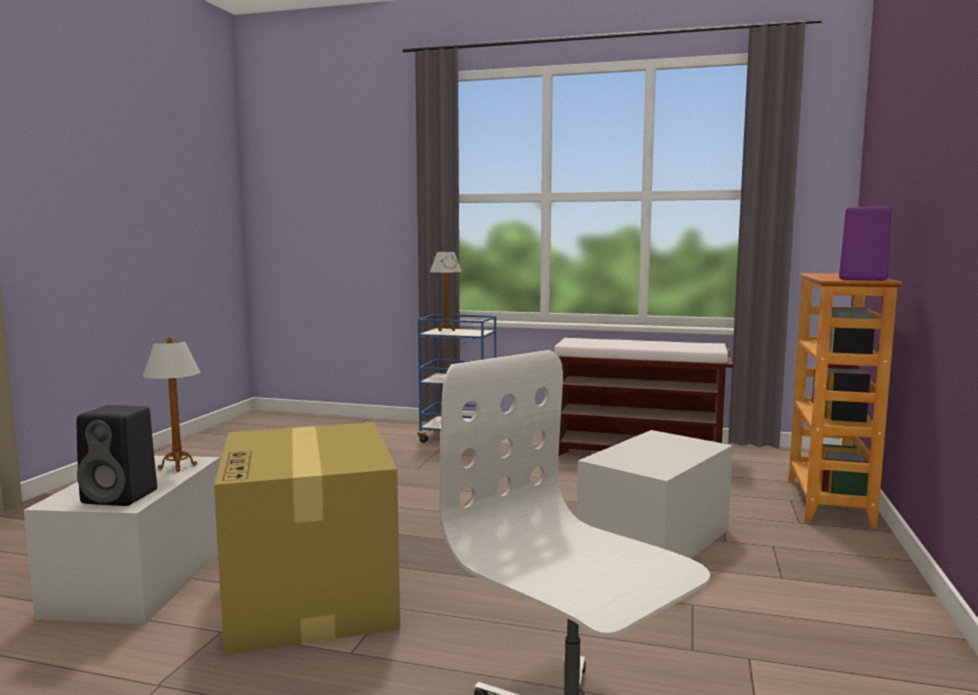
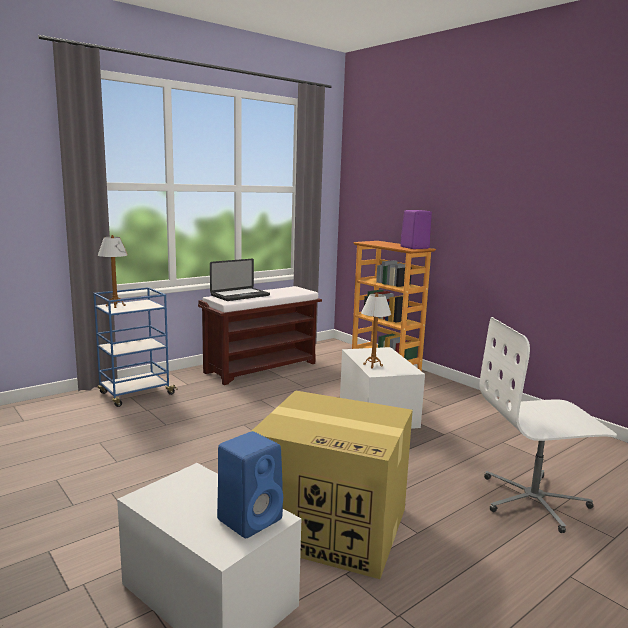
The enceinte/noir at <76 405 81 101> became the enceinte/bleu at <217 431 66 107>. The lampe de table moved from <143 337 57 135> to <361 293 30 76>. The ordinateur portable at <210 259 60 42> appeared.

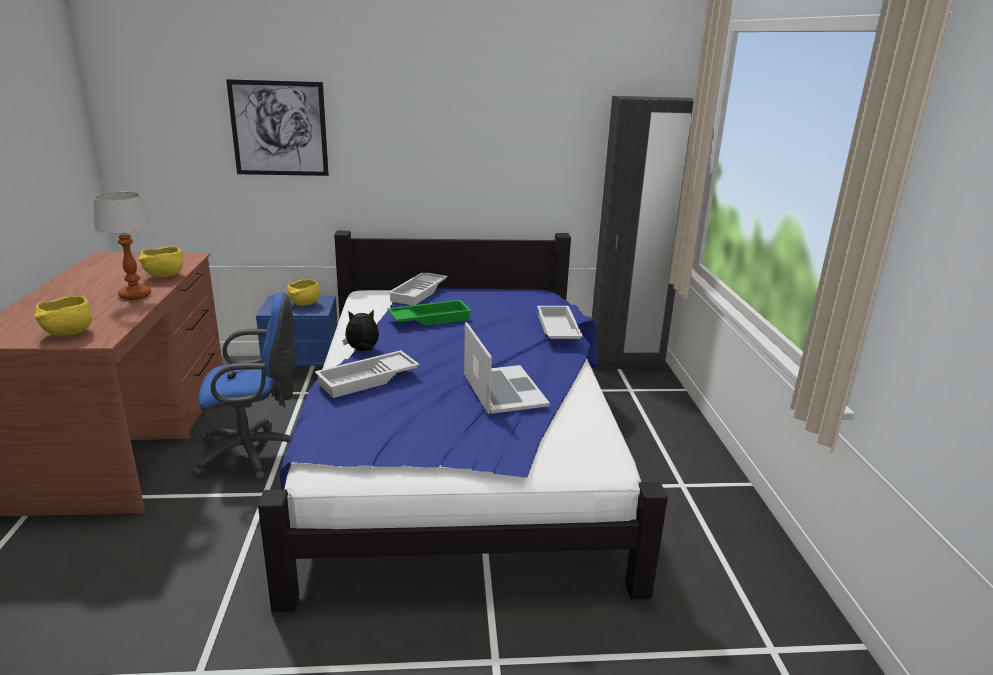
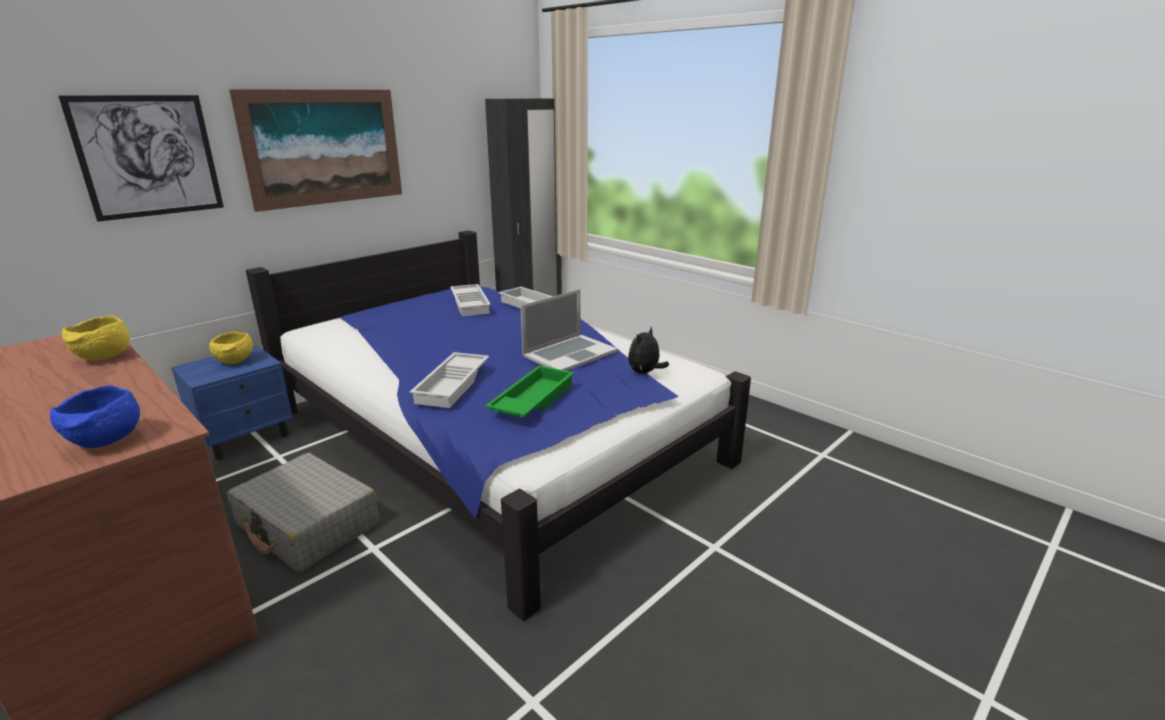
The bol/jaune at <34 296 58 40> became the bol/bleu at <50 385 90 63>. The lampe de table at <94 192 57 108> disappeared. The chaise de bureau/bleu at <192 292 104 189> was replaced by the valise/gris at <227 453 152 119>. The peluche moved from <343 310 36 41> to <628 327 41 47>. The plateau/vert moved from <387 300 85 26> to <485 365 89 53>. The plateau/blanc moved from <388 273 60 32> to <450 284 41 32>. The ordinateur portable at <464 322 86 92> turned 105 degrees clockwise. The tableau at <229 89 173 123> appeared.

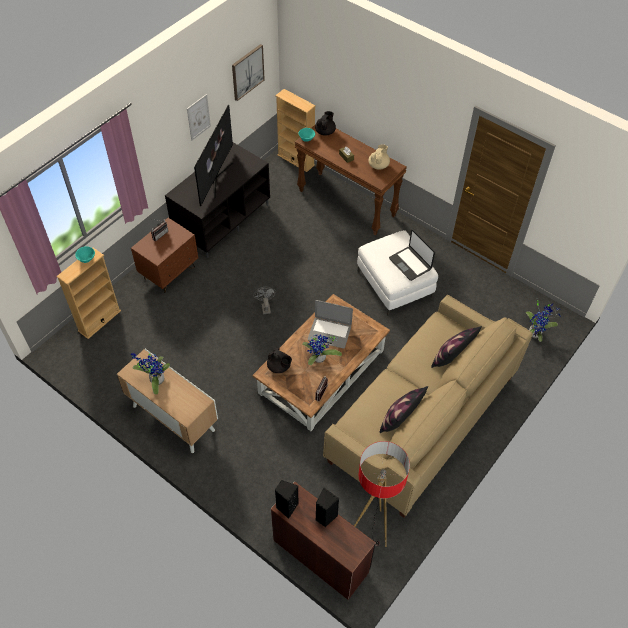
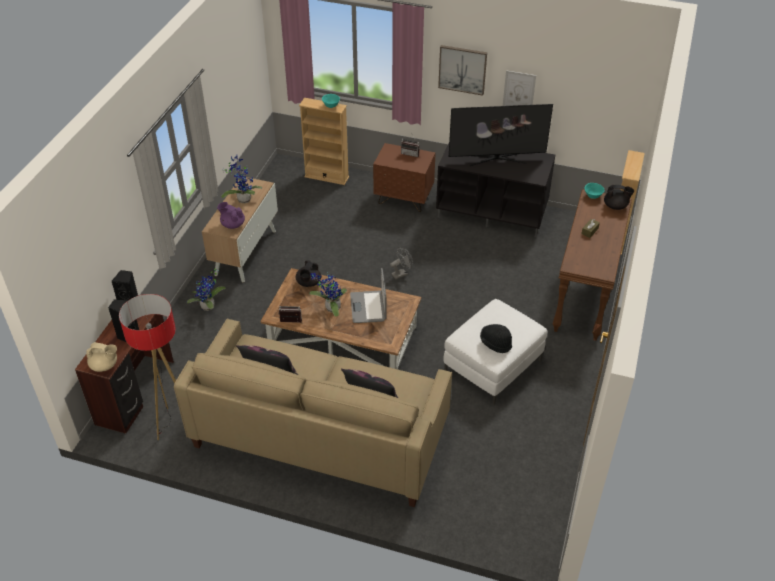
The tableau moved from <232 44 33 57> to <438 45 49 51>. The théière/beige moved from <368 144 22 26> to <86 342 31 30>. The ordinateur portable at <389 229 46 52> was replaced by the chapeau/noir at <480 324 32 29>. The plante en pot moved from <526 300 35 42> to <187 267 39 44>. The théière/violet at <217 202 28 27> appeared.

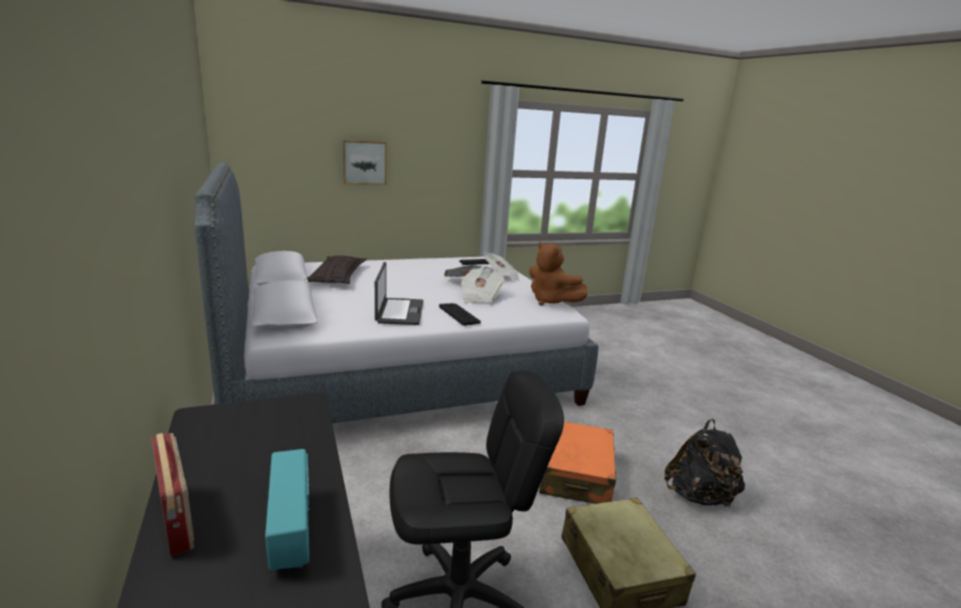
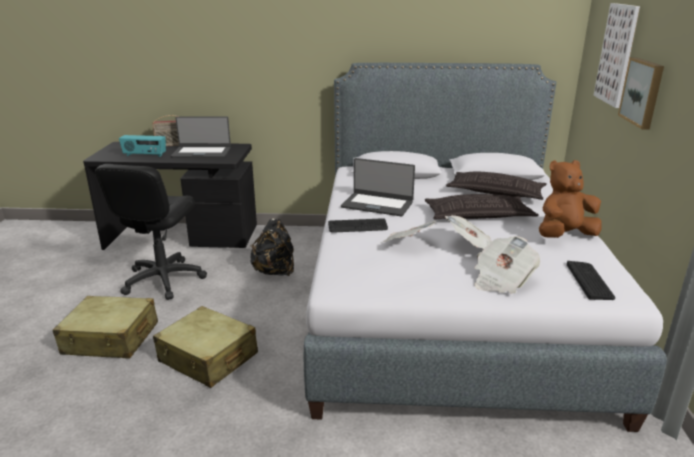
The peluche/marron moved from <529 242 58 64> to <539 160 63 78>. The valise/orange at <539 422 78 82> became the valise/beige at <153 306 105 82>. The sac à dos/noir moved from <664 419 81 89> to <250 218 44 58>. The ordinateur portable at <171 117 60 41> appeared. The coussin at <425 194 114 25> appeared. The tableau at <593 3 47 105> appeared.

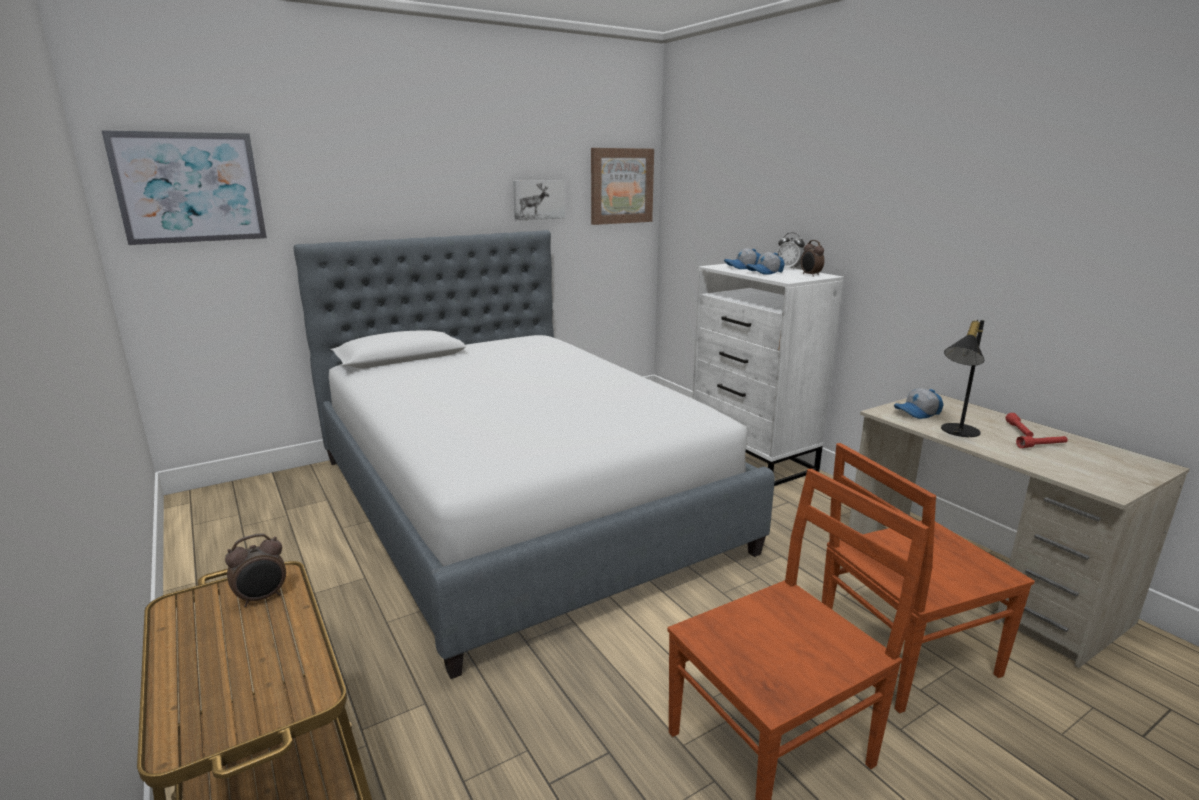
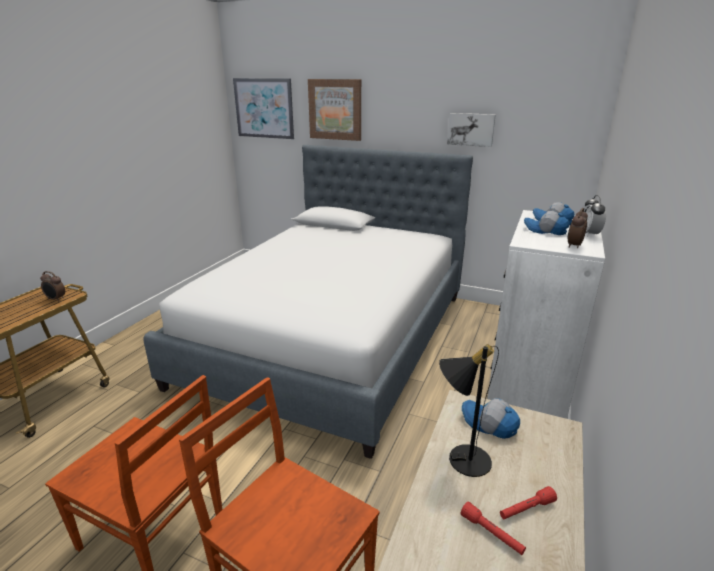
The tableau moved from <591 148 63 77> to <308 79 53 62>.

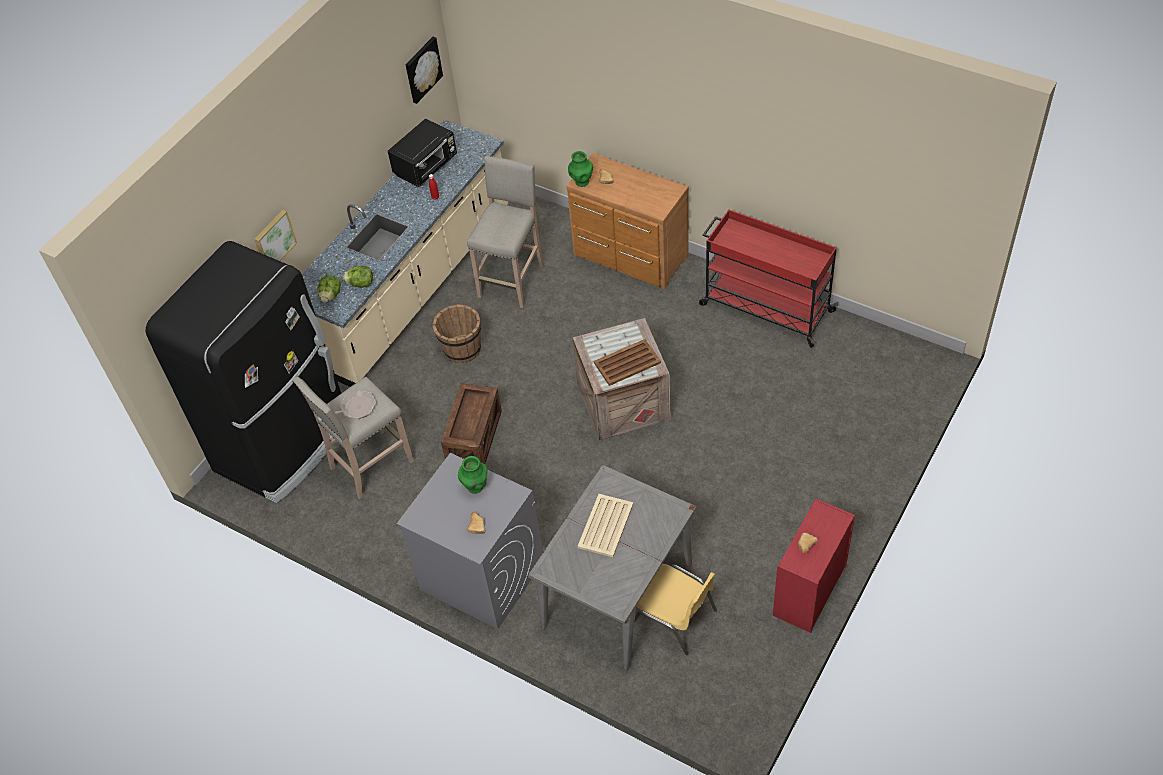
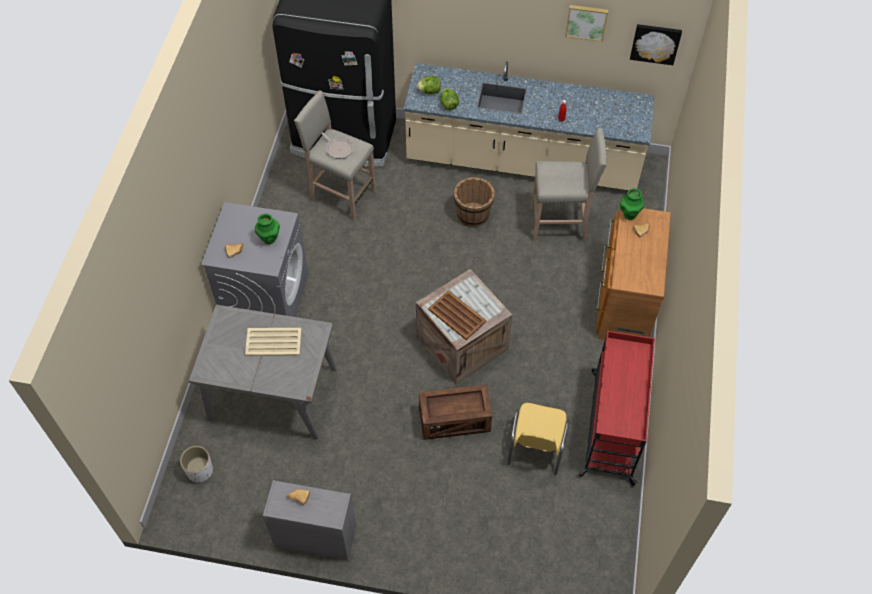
The tableau moved from <254 210 43 51> to <565 5 43 37>. The micro-ondes/noir at <388 118 69 69> disappeared. The caisse moved from <441 383 61 81> to <419 385 73 55>. The chaise/jaune moved from <635 564 82 91> to <507 403 63 72>. The commode/rouge at <773 498 82 135> became the commode/gris at <263 480 93 81>. The cache-pot/blanc at <180 446 33 37> appeared.

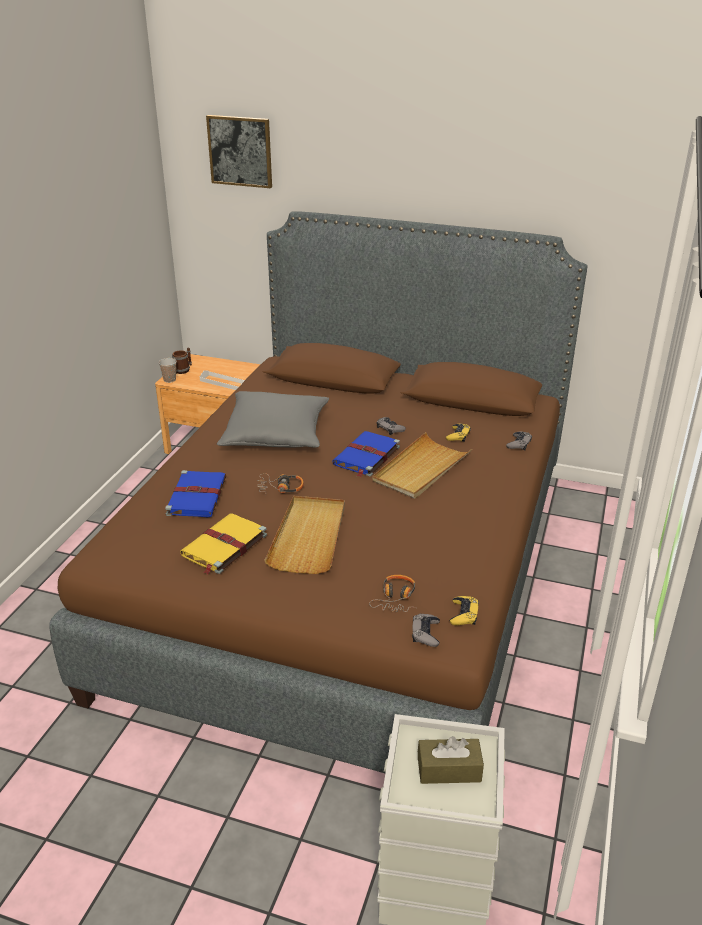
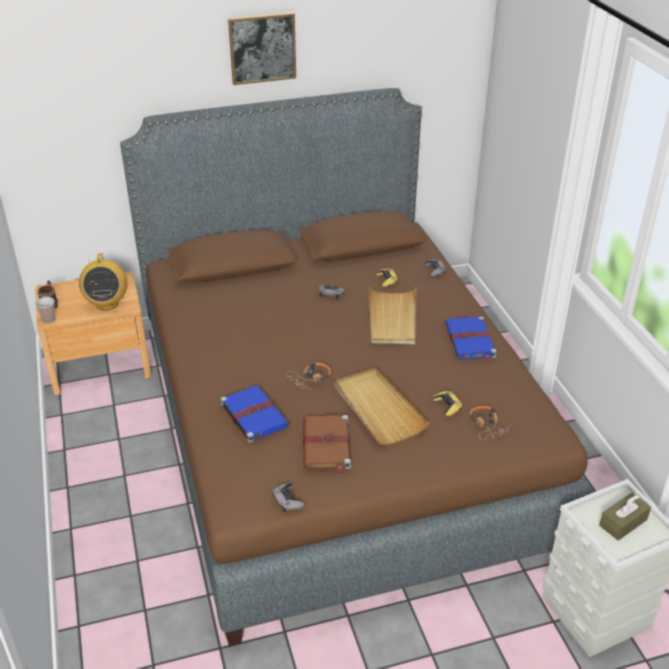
The livre/jaune at <180 513 87 61> became the livre/marron at <303 415 48 59>. The plateau/blanc at <200 370 45 20> was replaced by the radio at <79 253 48 57>. The tableau moved from <206 115 66 73> to <228 12 68 73>. The coussin/gris at <217 391 112 57> disappeared. The livre/bleu moved from <332 431 68 46> to <445 316 52 46>. The manette/gris moved from <412 614 28 33> to <272 483 33 29>. The manette/jaune moved from <450 596 29 29> to <433 391 29 25>.

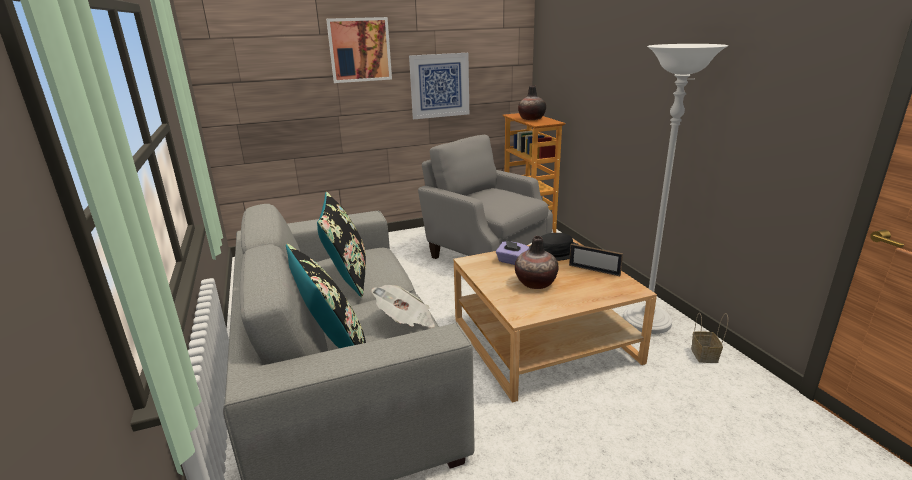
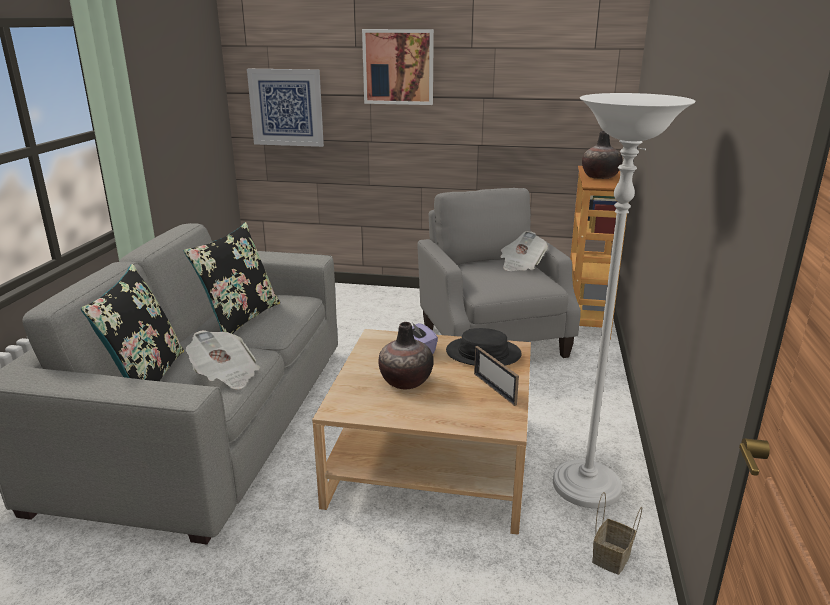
The tableau moved from <409 53 60 66> to <247 69 77 78>. The journal at <500 231 48 40> appeared.

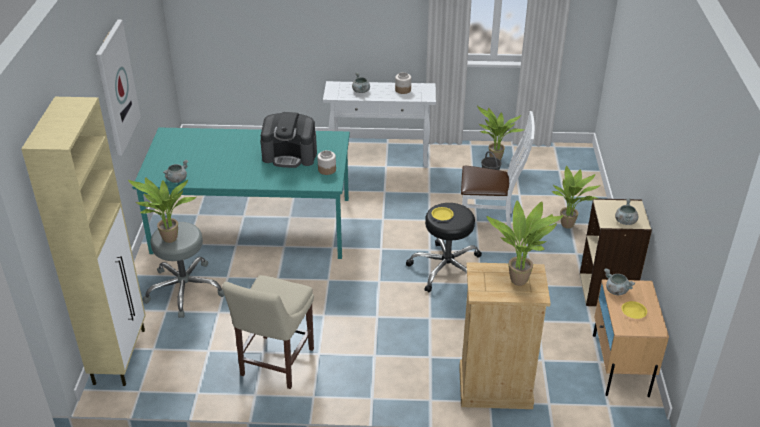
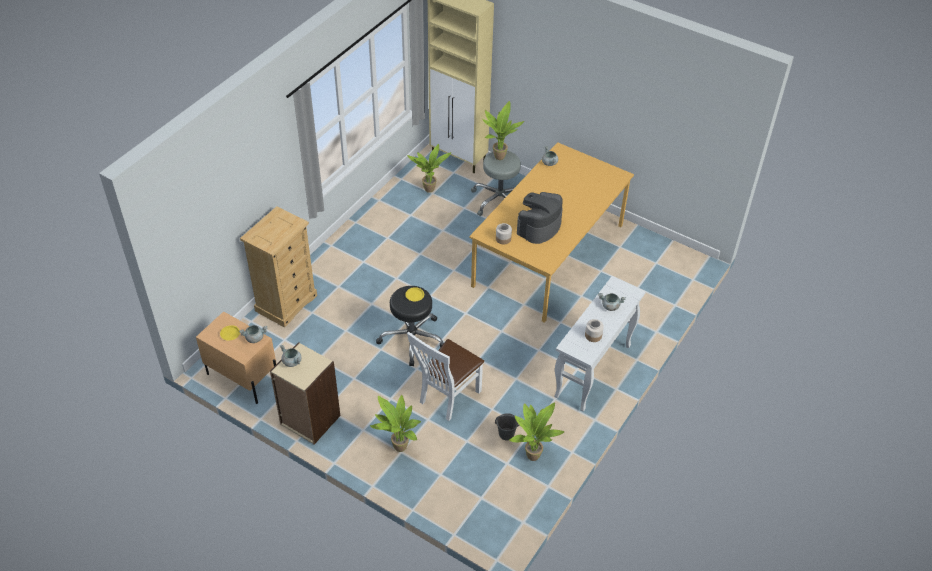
The tableau at <96 20 45 136> disappeared. The table à manger/turquoise at <132 128 218 131> became the table à manger/orange at <470 142 164 181>. The chaise/beige at <222 275 92 114> disappeared. The plante en pot moved from <487 201 77 85> to <407 144 44 49>.

